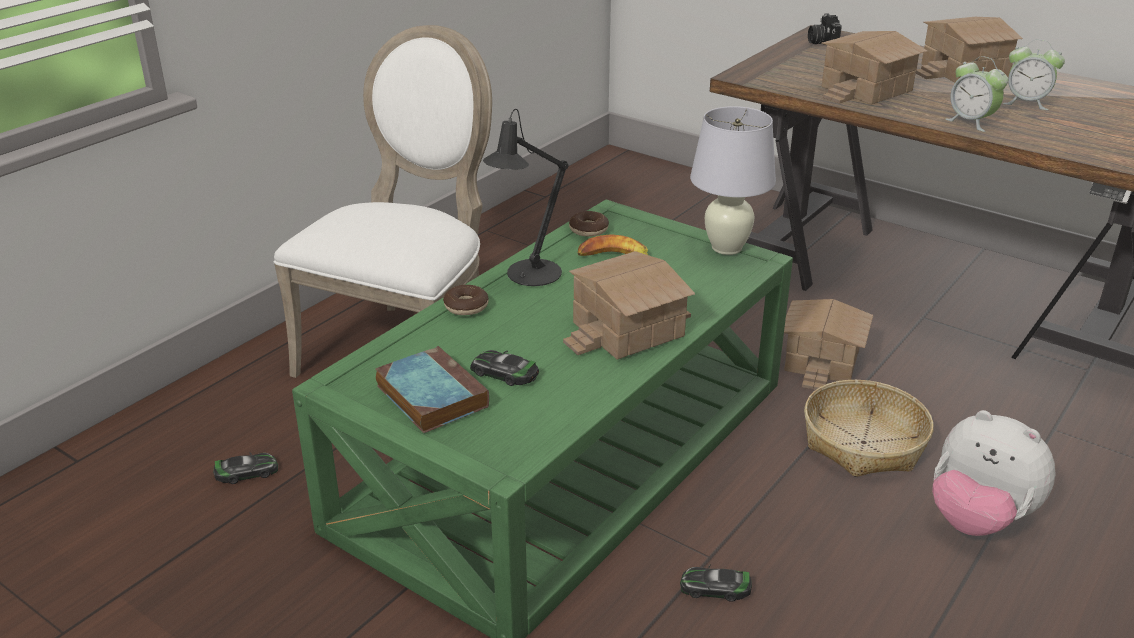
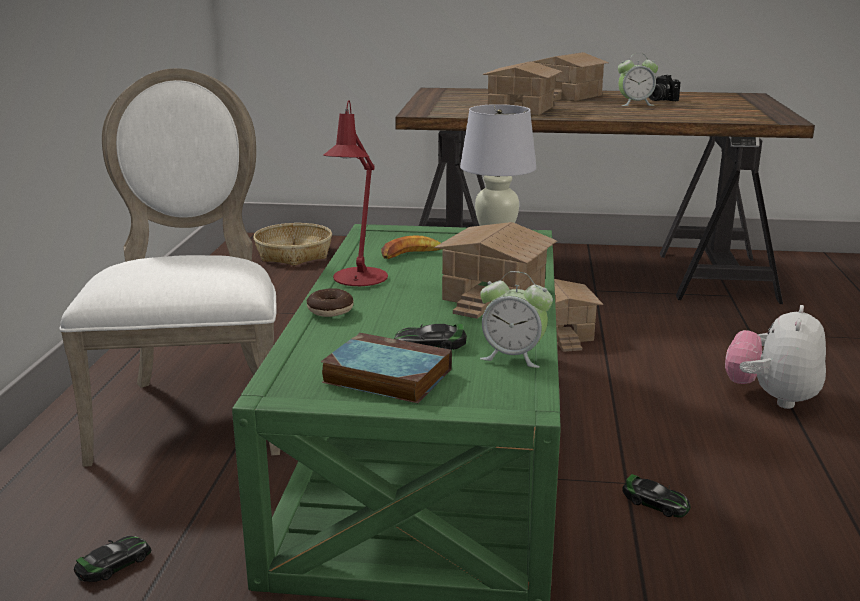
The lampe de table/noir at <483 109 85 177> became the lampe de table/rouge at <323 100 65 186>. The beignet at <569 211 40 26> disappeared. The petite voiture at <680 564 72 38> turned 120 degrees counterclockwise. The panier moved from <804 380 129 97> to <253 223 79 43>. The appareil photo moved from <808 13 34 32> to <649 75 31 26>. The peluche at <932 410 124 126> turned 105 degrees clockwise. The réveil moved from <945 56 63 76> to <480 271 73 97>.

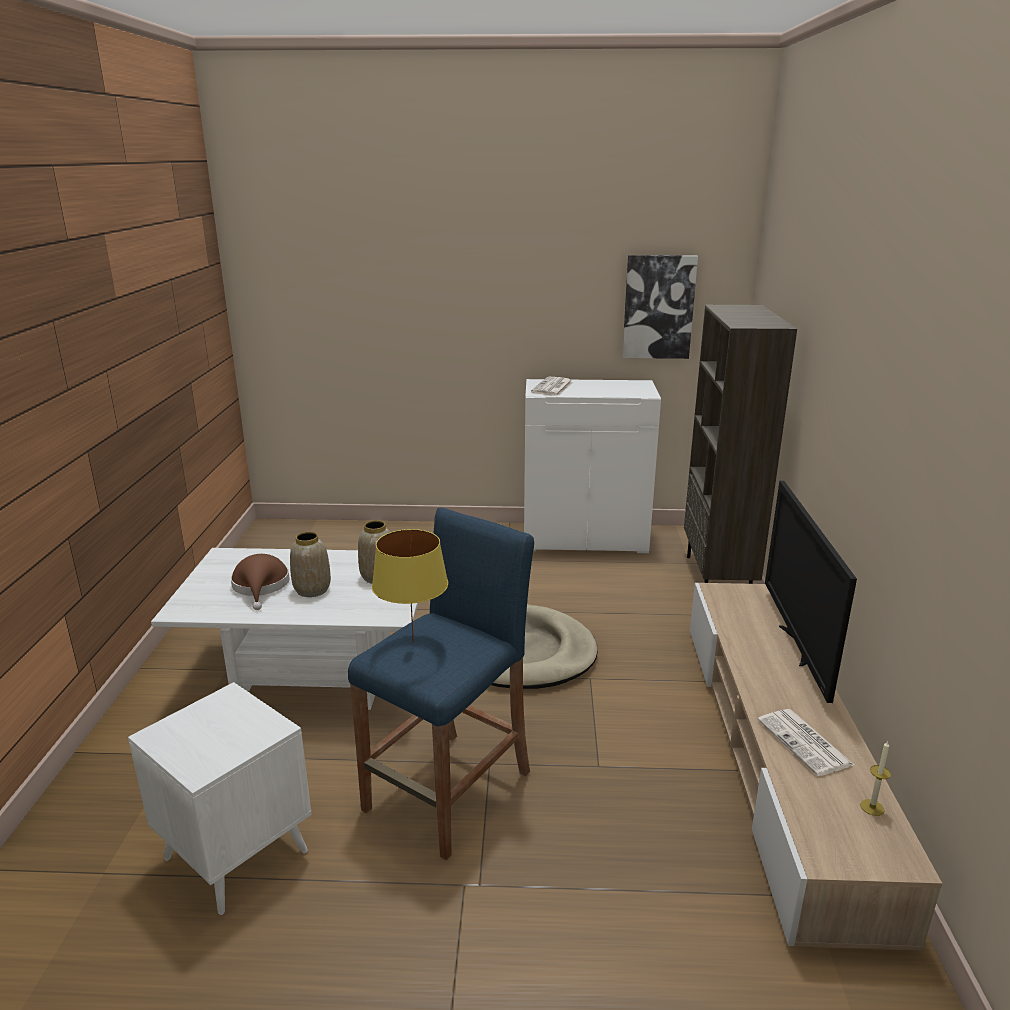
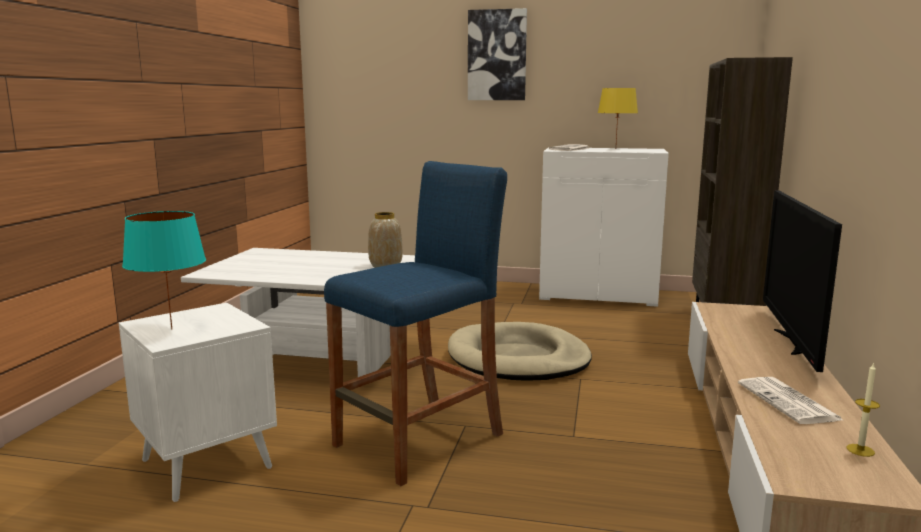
The chapeau/marron at <231 554 59 56> disappeared. The vase at <290 532 41 65> disappeared. The lampe de table/jaune moved from <372 529 76 115> to <598 88 40 54>. The tableau moved from <622 255 76 104> to <468 8 59 92>. The lampe de table/turquoise at <122 211 84 119> appeared.

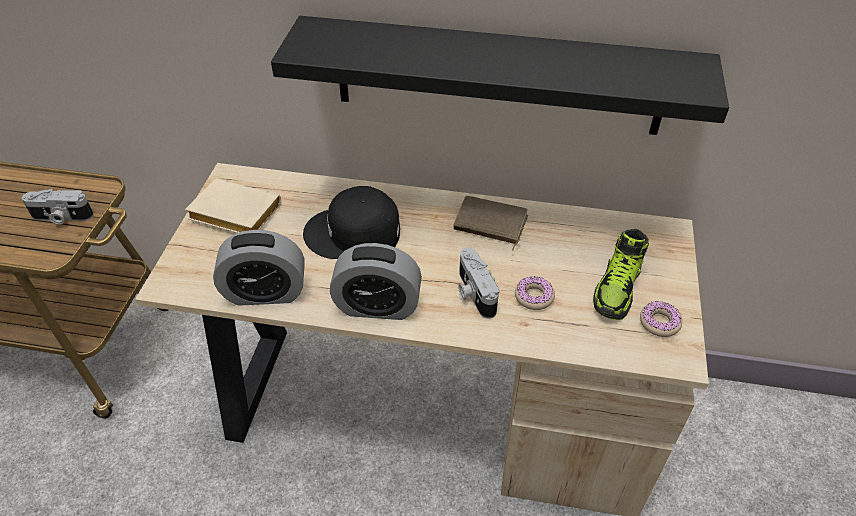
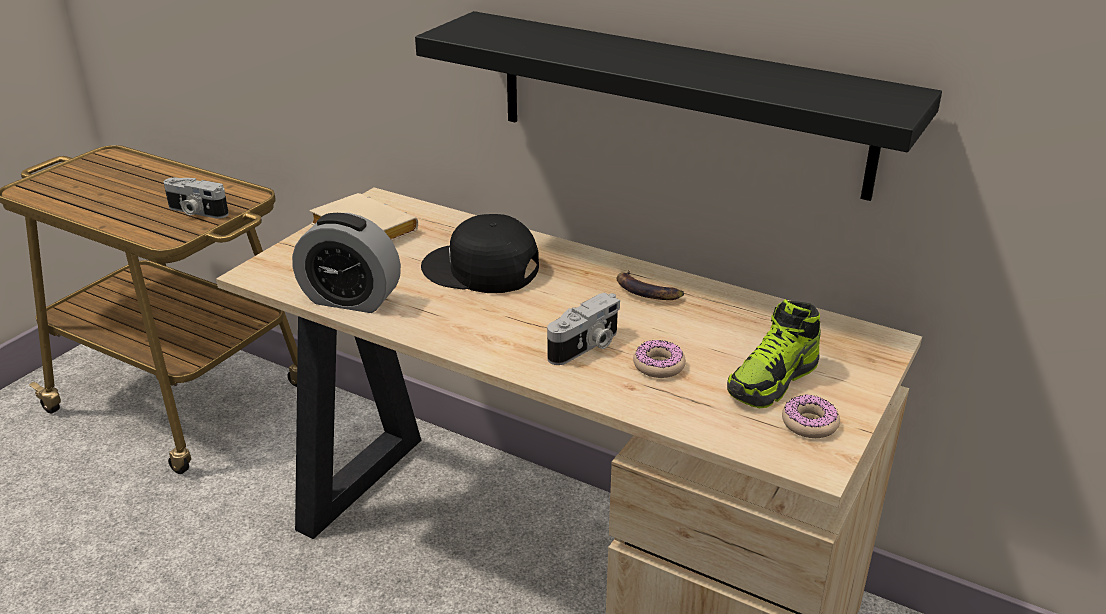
The réveil at <330 243 92 77> disappeared. The livre/marron at <453 196 75 55> was replaced by the banane at <616 271 68 29>. The appareil photo at <458 248 41 71> turned 135 degrees counterclockwise.

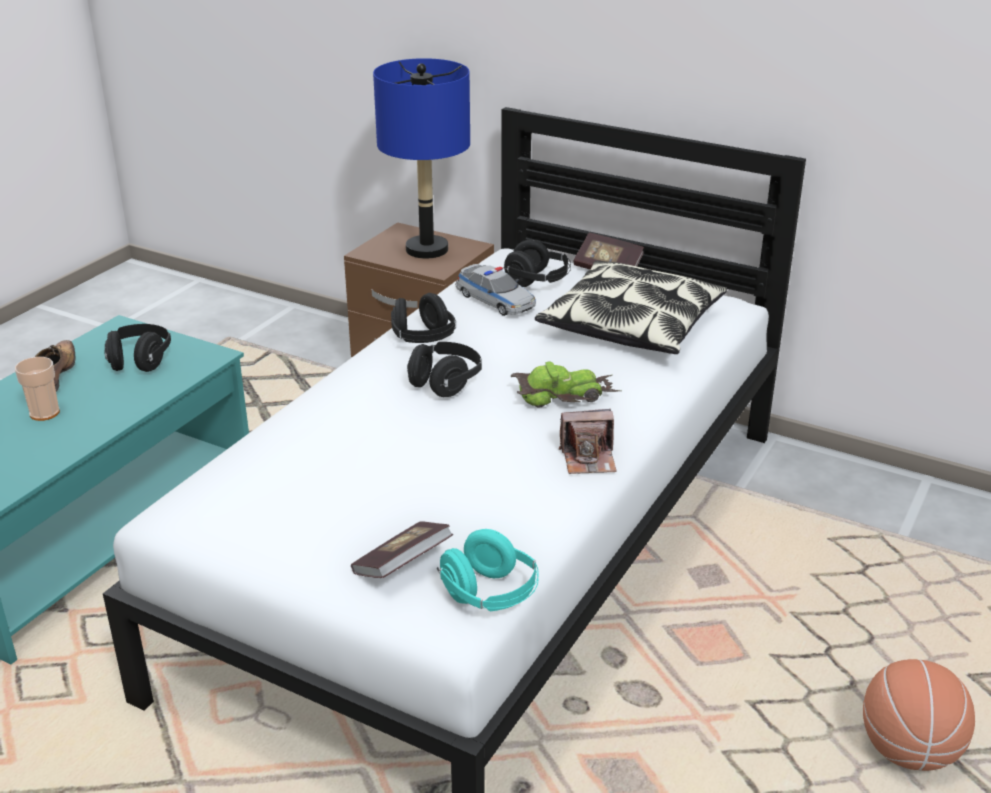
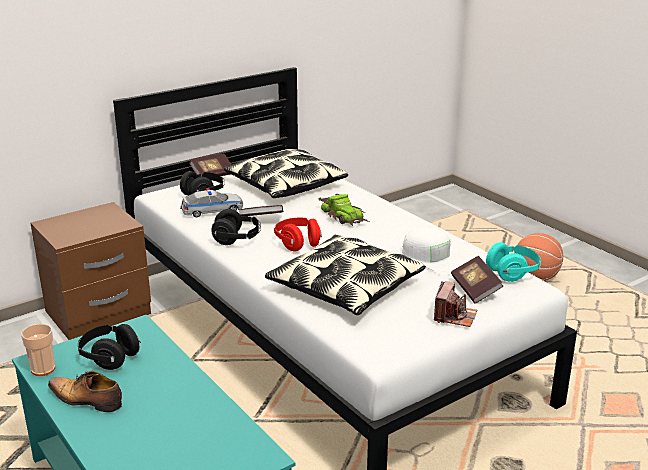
The tasse moved from <15 357 45 64> to <21 324 34 52>. The lampe de table/bleu at <373 58 97 201> disappeared. The casque audio/noir at <407 342 75 55> became the casque audio/rouge at <274 218 48 33>. The petite voiture at <511 362 110 46> turned 135 degrees clockwise. The appareil photo moved from <559 409 58 65> to <434 281 43 46>. The livre at <238 205 45 11> appeared. The coussin at <265 235 161 80> appeared. The casquette/blanc at <402 227 63 48> appeared.

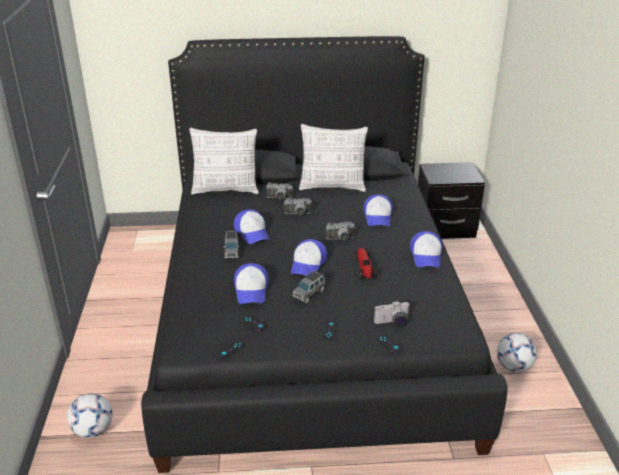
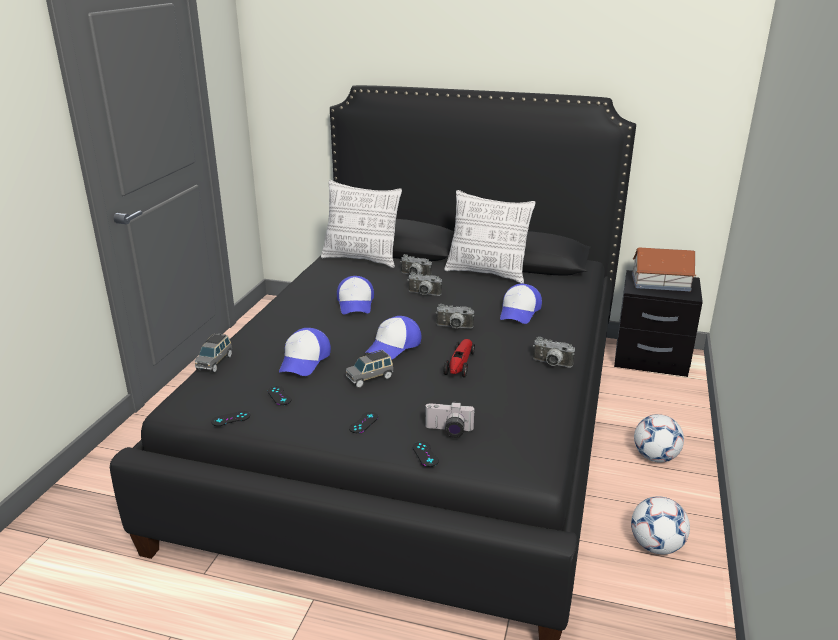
The ballon de foot moved from <67 393 45 45> to <634 414 50 49>. The petite voiture/gris moved from <224 231 15 29> to <195 333 37 39>. The casquette at <410 231 32 37> was replaced by the appareil photo at <533 337 42 30>. The maison miniature at <632 248 64 43> appeared.

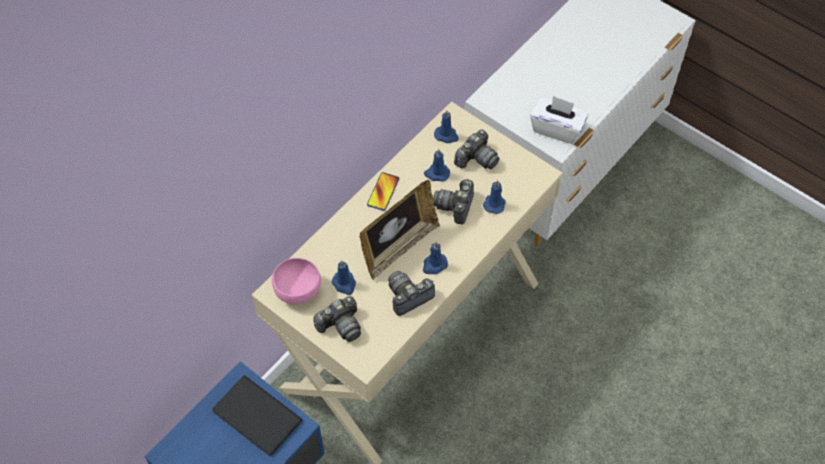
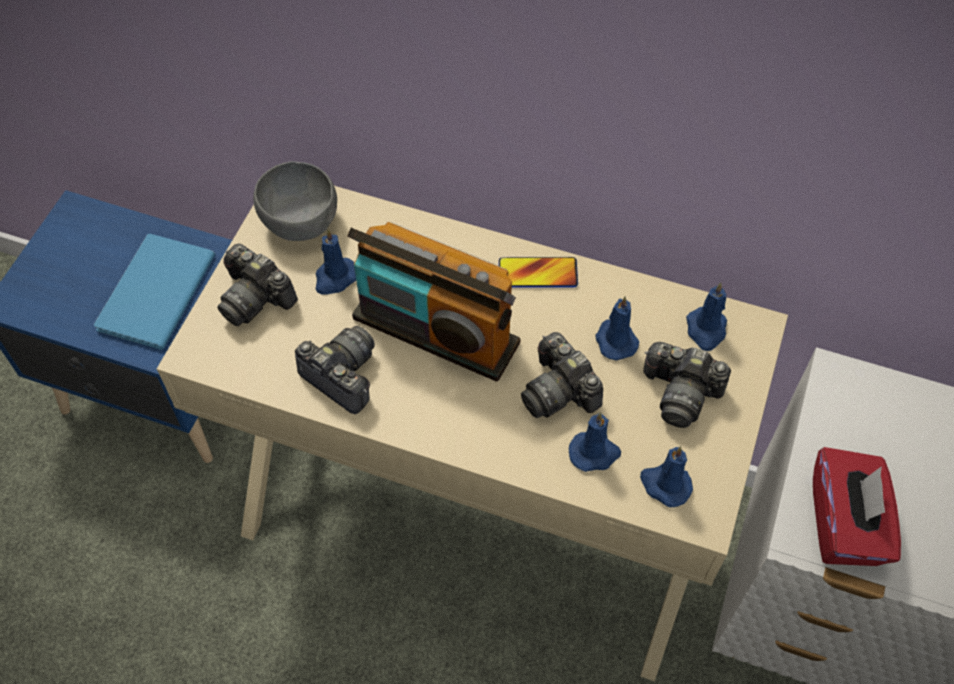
The livre/noir at <212 375 90 81> became the livre/bleu at <94 234 121 116>. The bol/rose at <272 258 49 47> became the bol/gris at <253 161 84 80>. The cadre photo at <359 180 81 100> was replaced by the radio at <347 222 174 160>. The bougie/bleu moved from <423 242 25 32> to <640 446 53 61>. The appareil photo at <433 179 41 45> turned 120 degrees counterclockwise. The boîte à mouchoirs/blanc at <530 96 58 48> became the boîte à mouchoirs/rouge at <813 447 88 119>.

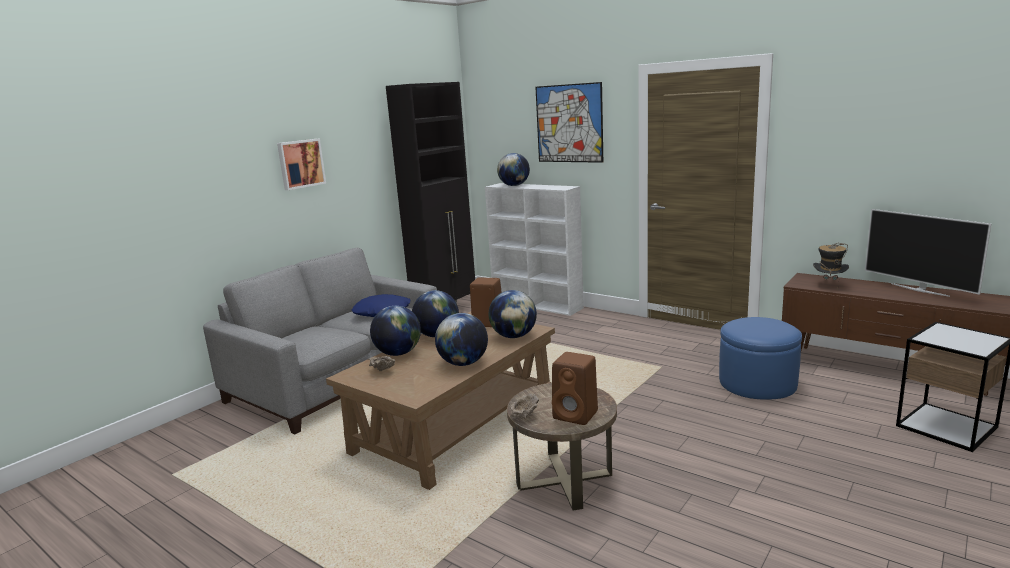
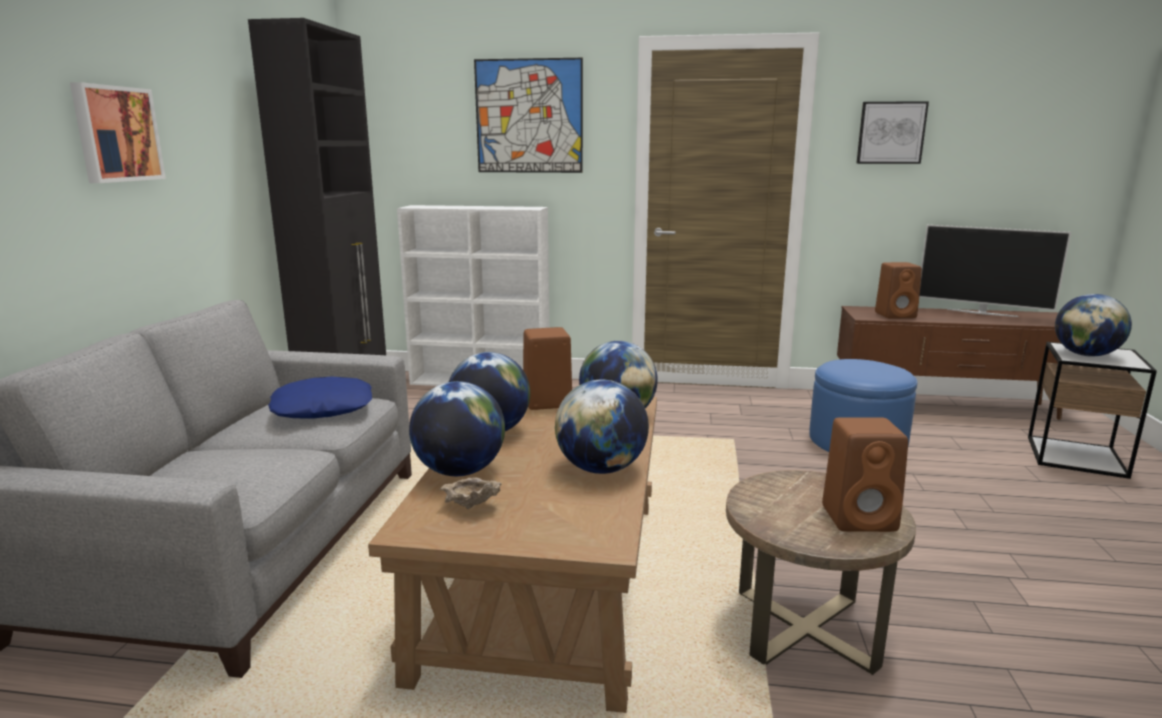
The globe moved from <497 153 33 33> to <1055 294 77 63>. The bol/beige at <510 393 29 26> disappeared. The chapeau at <813 243 36 48> was replaced by the enceinte/marron at <875 262 47 57>. The tableau at <857 101 72 63> appeared.

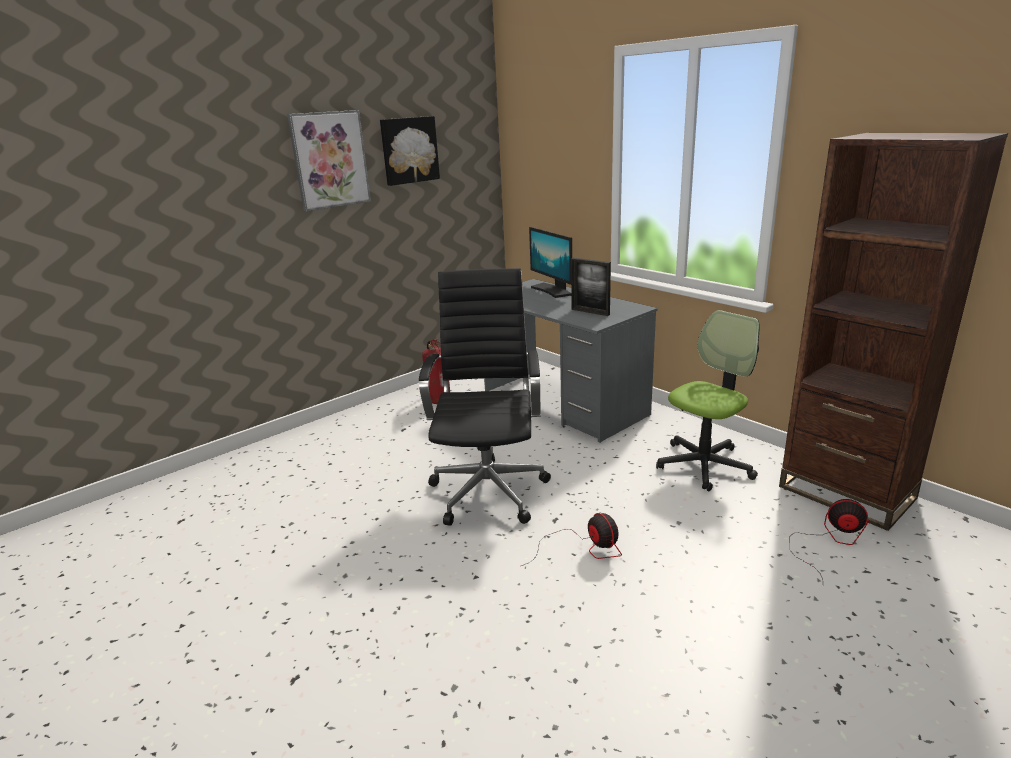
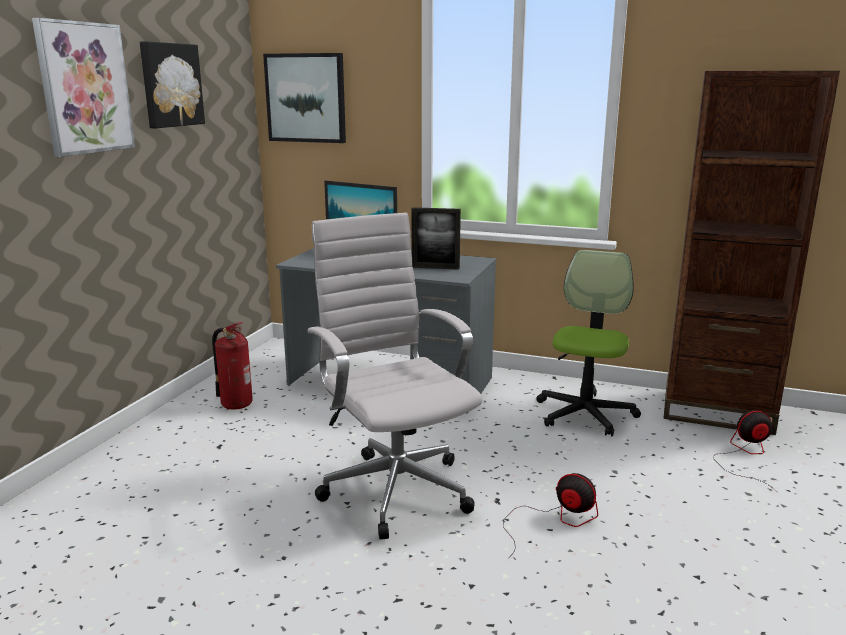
The chaise de bureau/noir at <419 268 132 258> became the chaise de bureau/blanc at <307 212 175 328>. The tableau at <263 53 83 90> appeared.

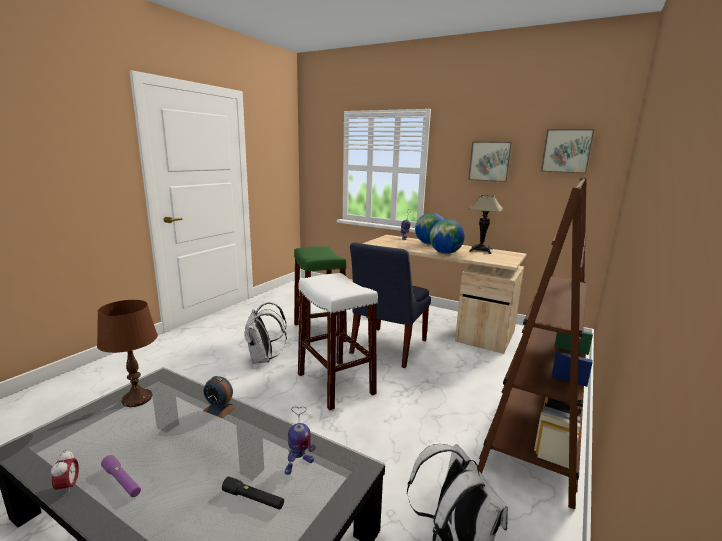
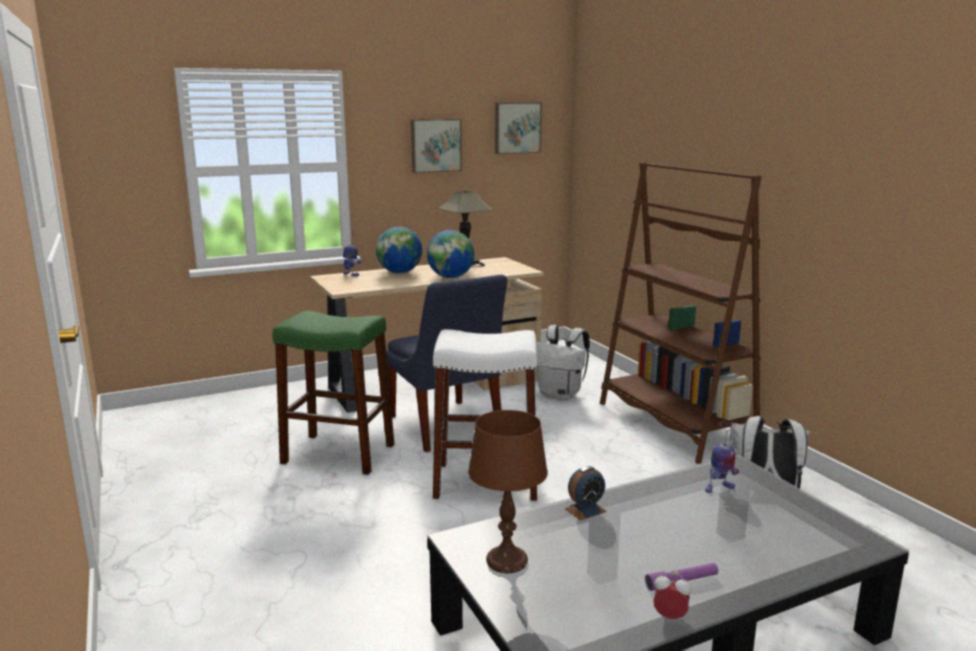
The lampe de poche/noir at <222 477 62 33> disappeared. The sac à dos/blanc moved from <244 302 43 62> to <537 325 53 75>. The robot jouet at <285 407 31 68> turned 75 degrees clockwise.

